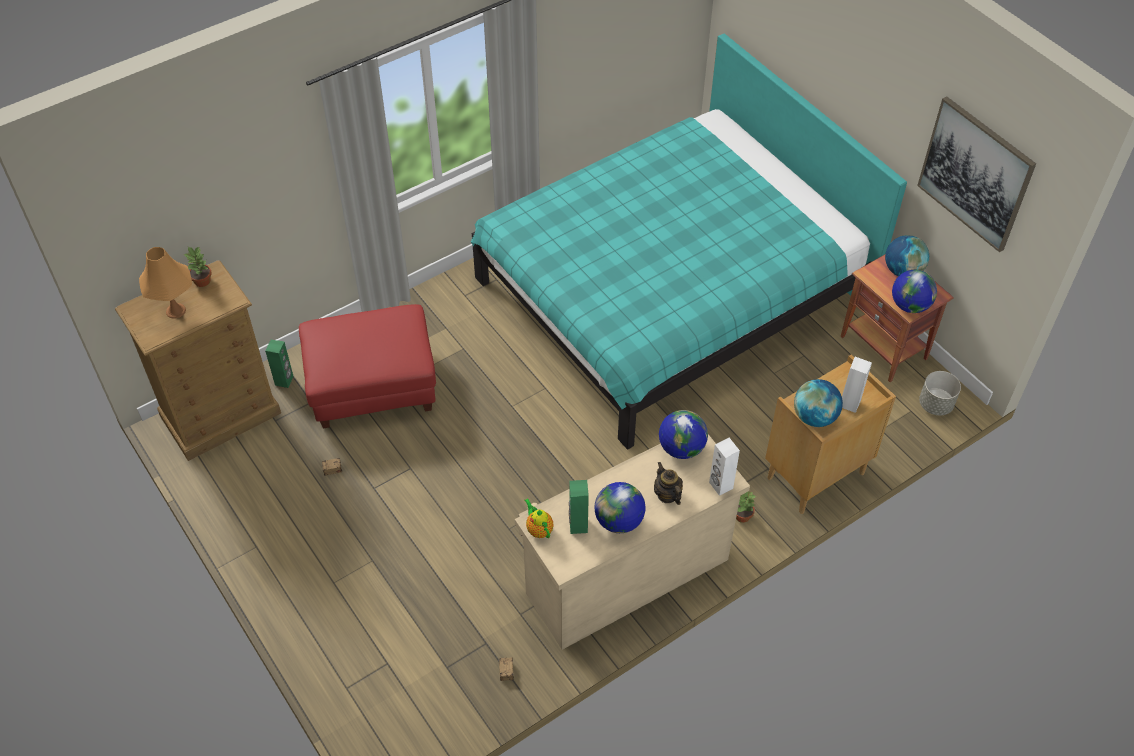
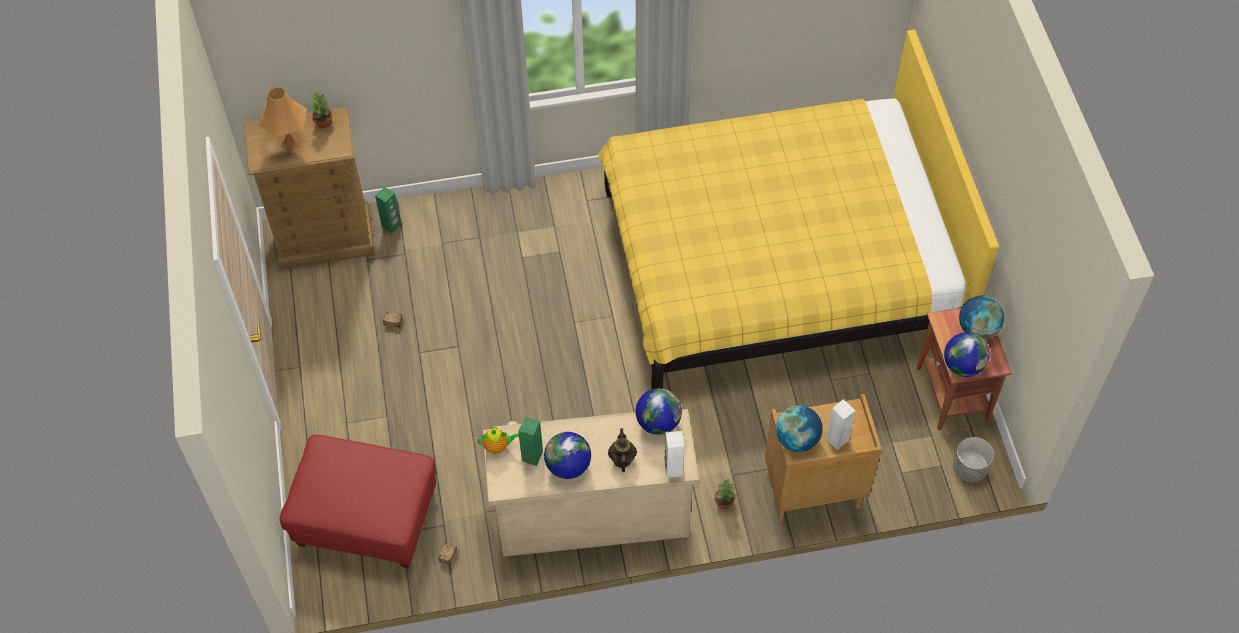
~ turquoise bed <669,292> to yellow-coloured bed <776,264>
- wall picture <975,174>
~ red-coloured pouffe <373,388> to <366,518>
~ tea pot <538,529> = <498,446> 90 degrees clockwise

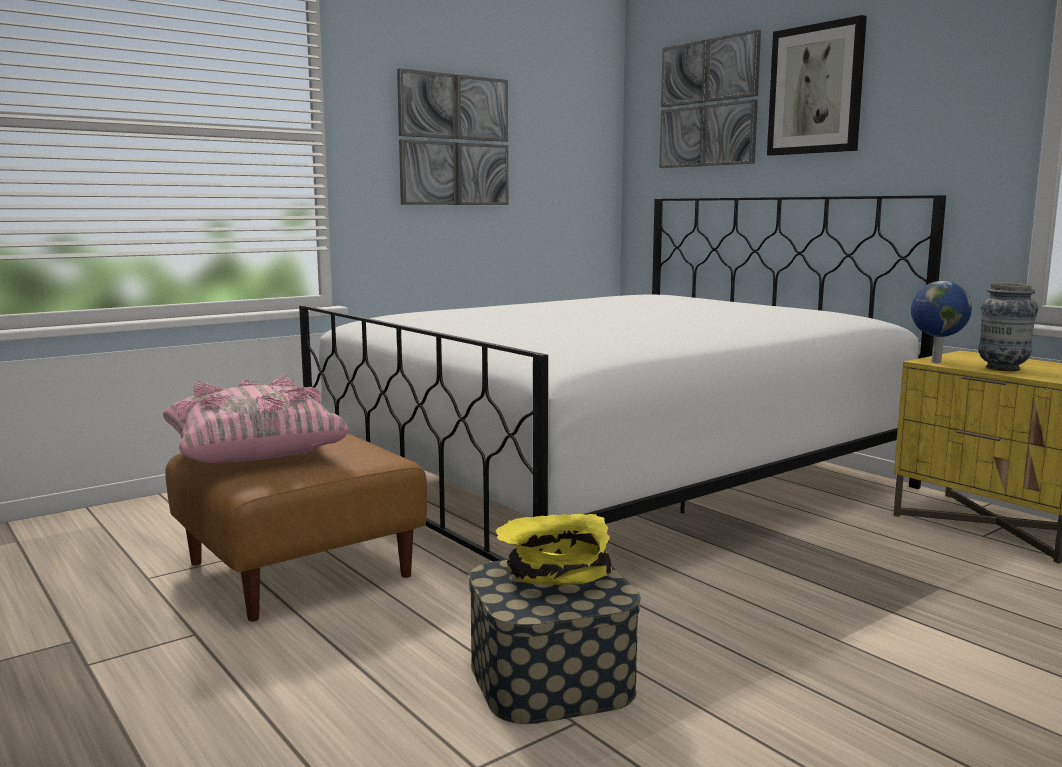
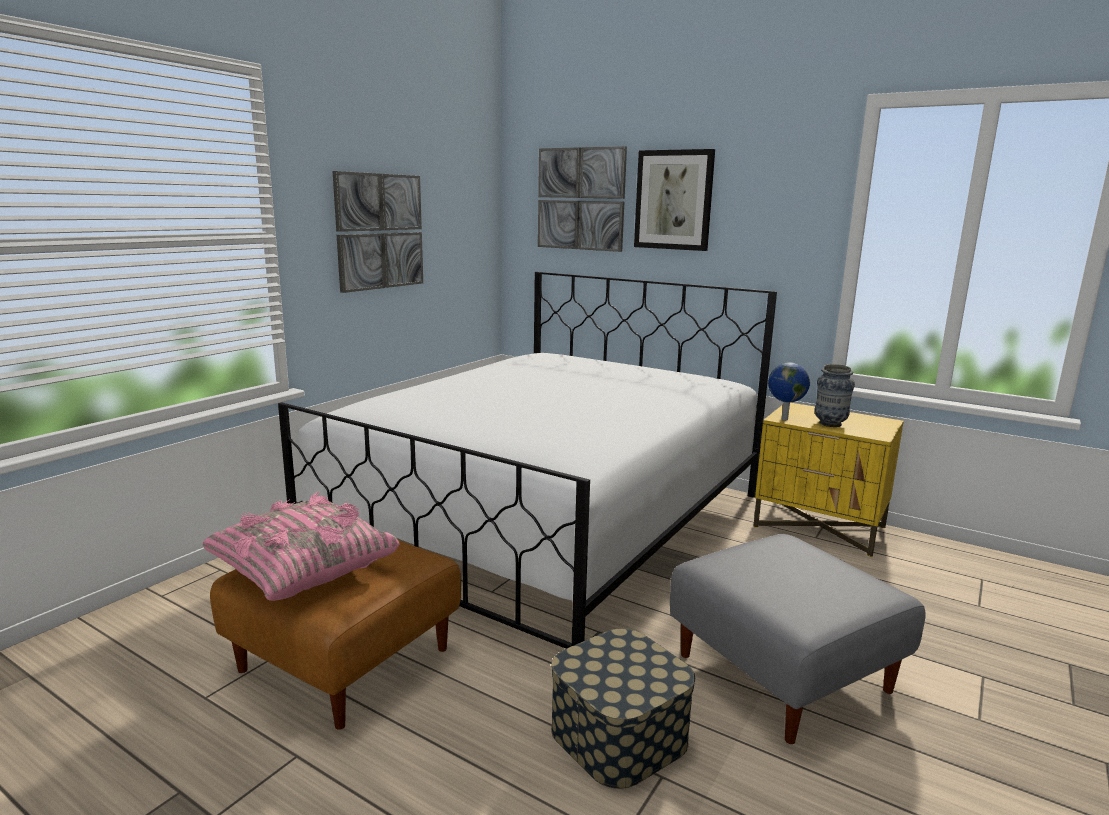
- yellow-coloured serving bowl <553,576>
+ grey pouffe <785,673>

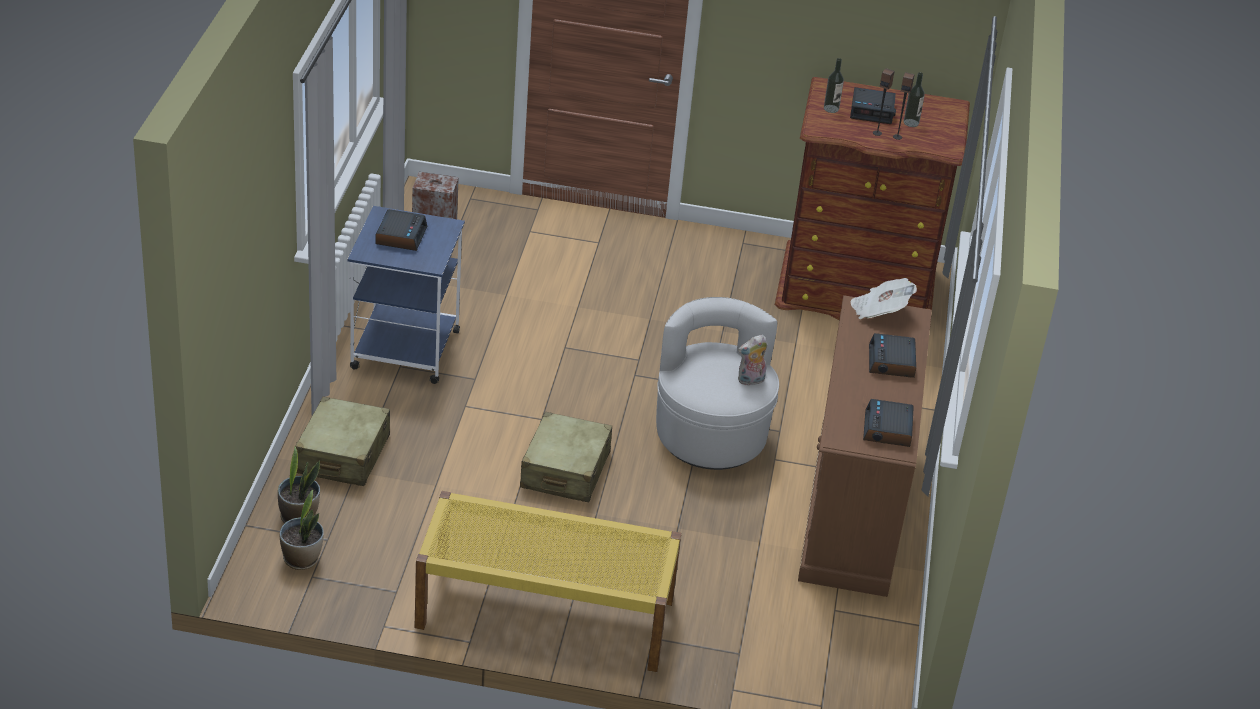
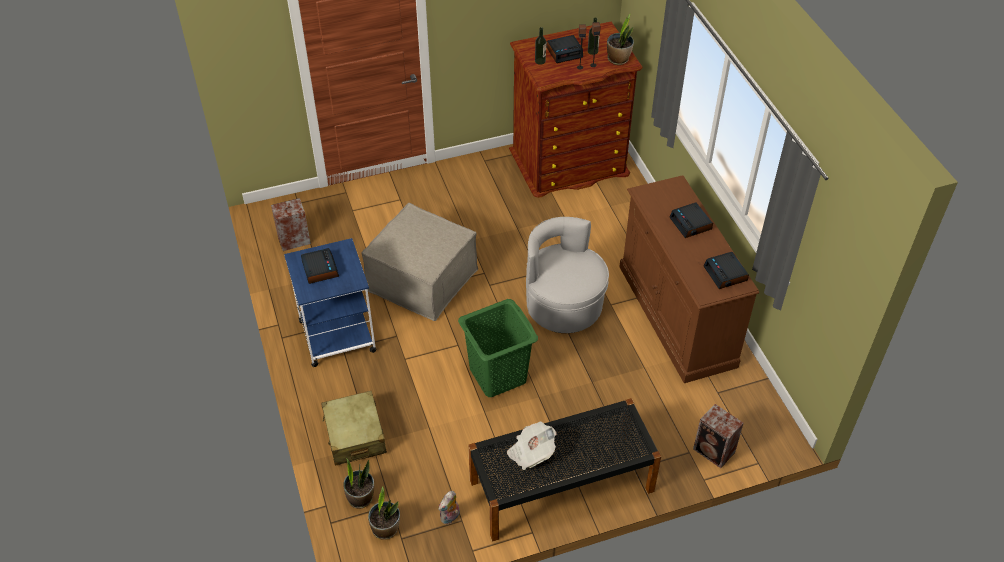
~ daily paper <879,311> to <531,452>
~ plush toy <750,381> to <450,517>
~ sand-coloured piece of luggage <565,470> to green-coloured washing basket <498,375>
~ yellow-coloured indoor bench <545,614> to black-coloured indoor bench <561,486>
+ potted plant <618,59>
+ sand-coloured pouffe <422,280>
+ audio speaker <714,451>

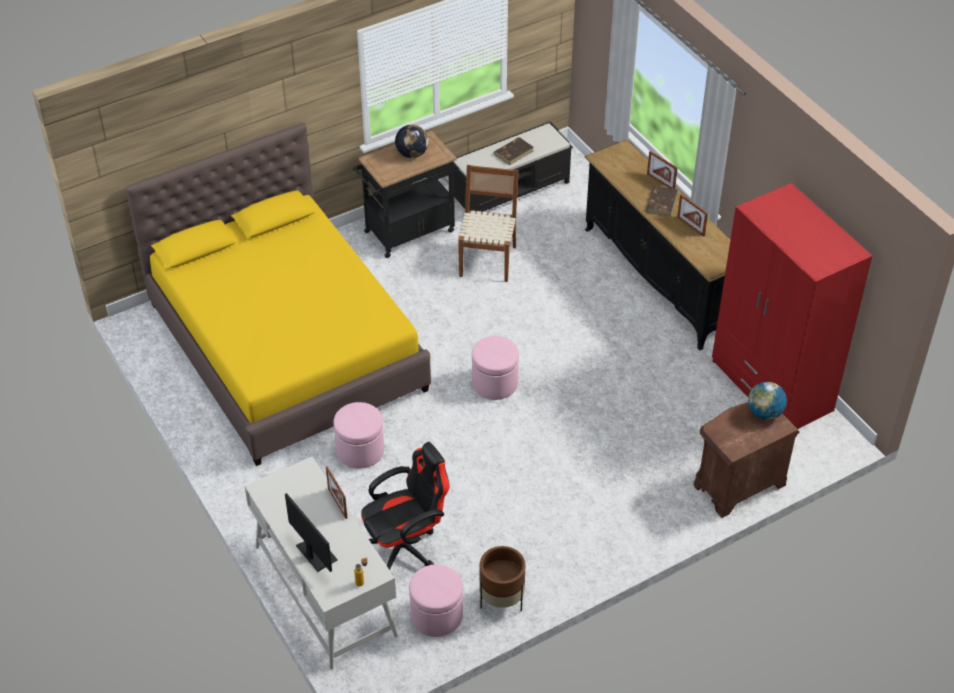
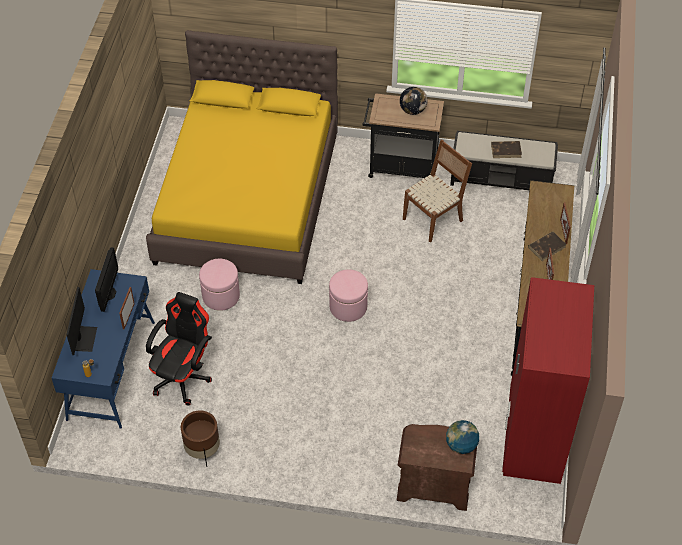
~ black-coloured office chair <407,547> = <184,377> 75 degrees counterclockwise
~ whitish desk unit <325,590> to bluish desk unit <111,369>
- pink pouffe <436,615>
+ computer screen <109,293>

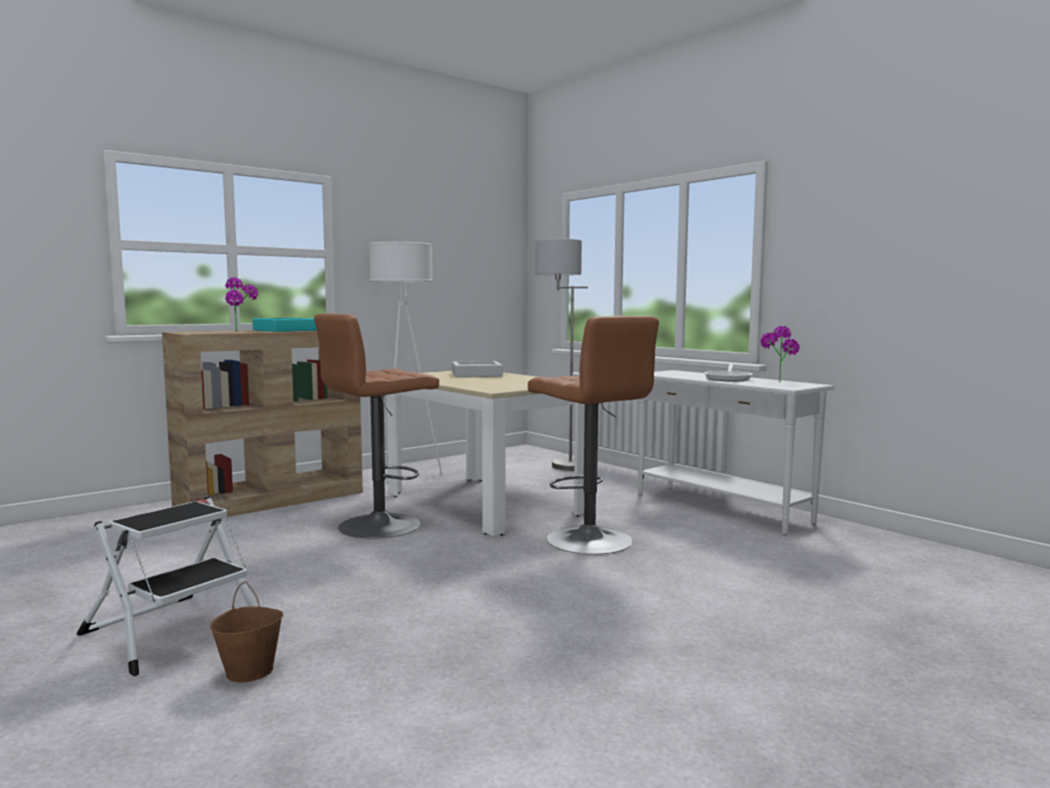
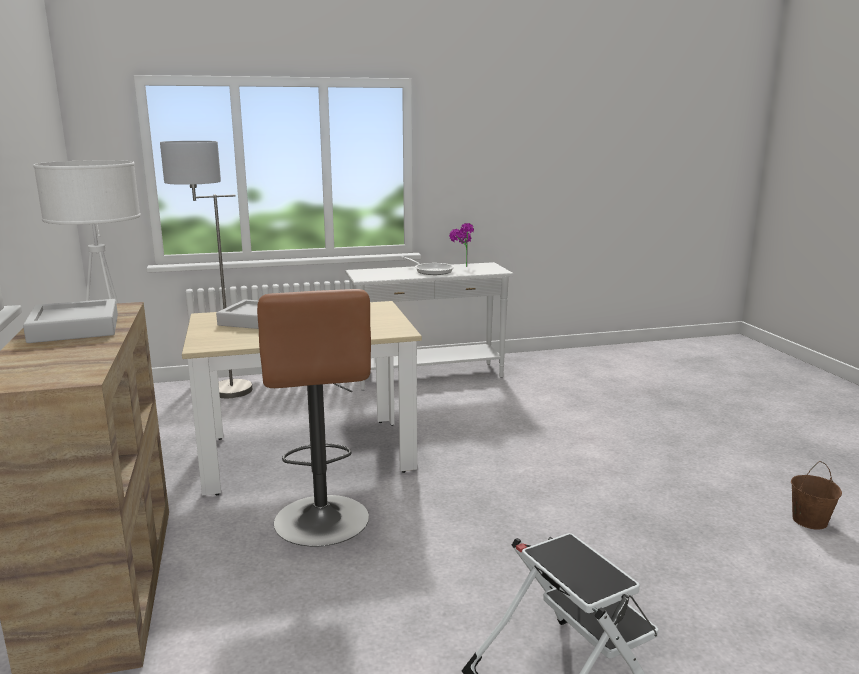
- potted plant <242,332>
- brown-coloured stool seat <589,541>
~ turquoise serving tray <286,330> to grey serving tray <75,329>
~ brown-coloured bucket <250,671> to <809,521>

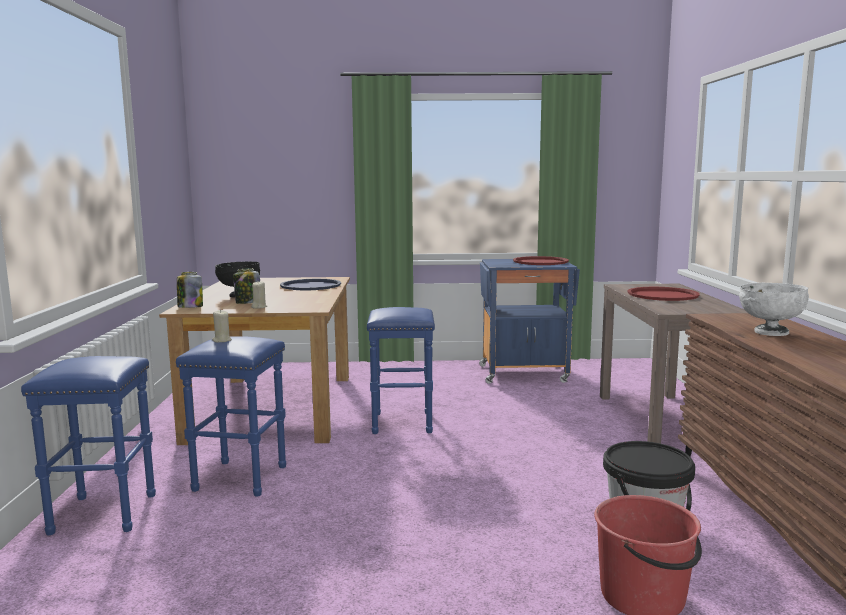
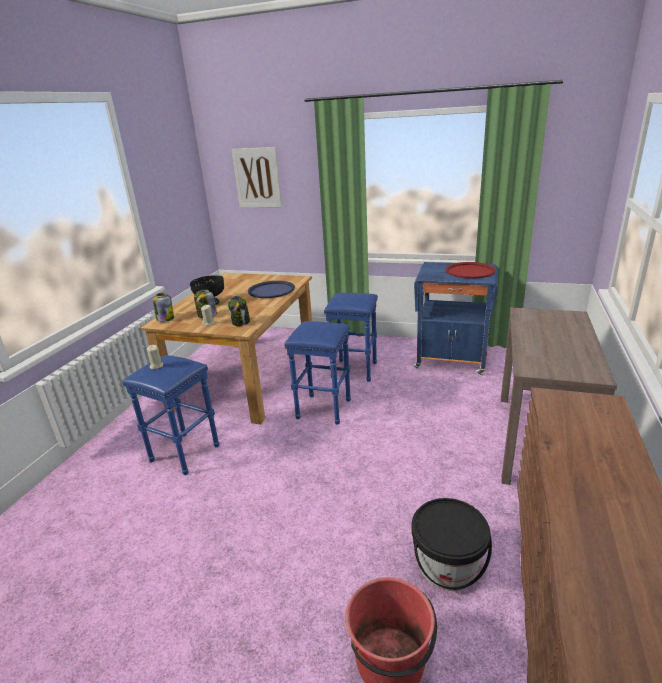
- whitish serving bowl <770,332>
- red-coloured serving tray <662,295>
~ bluish stool seat <105,514> to <355,370>
+ wall picture <257,178>
+ storage jar <241,322>

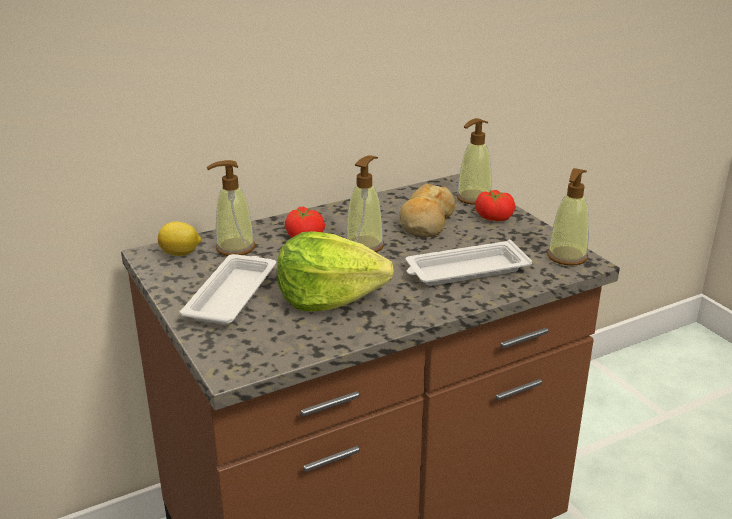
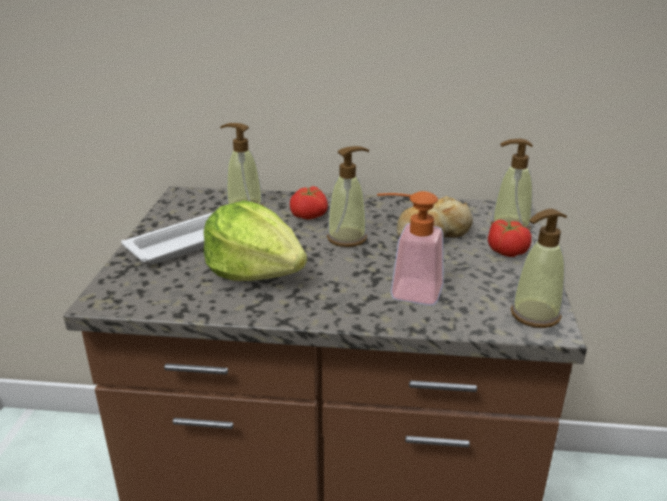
- lemon <181,253>
~ whitish serving tray <465,271> to soap bottle <406,291>

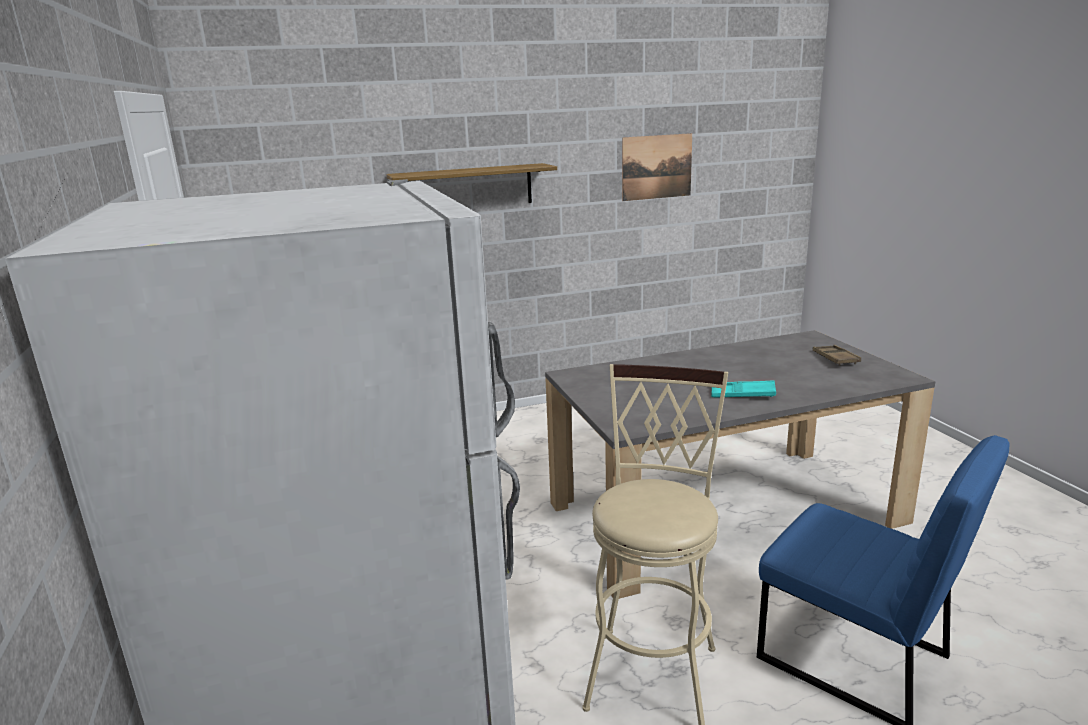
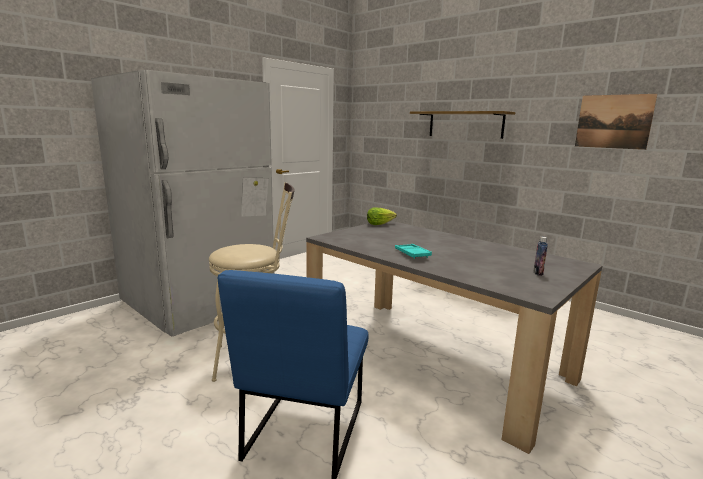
~ brown-coloured serving tray <835,358> to bottle <538,273>
+ lettuce <379,224>

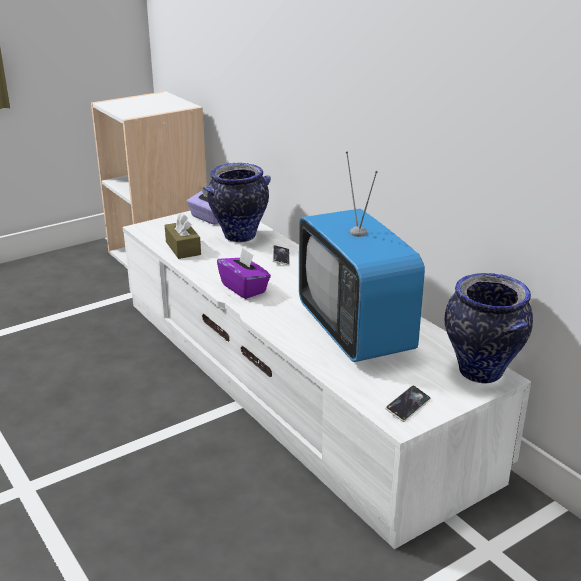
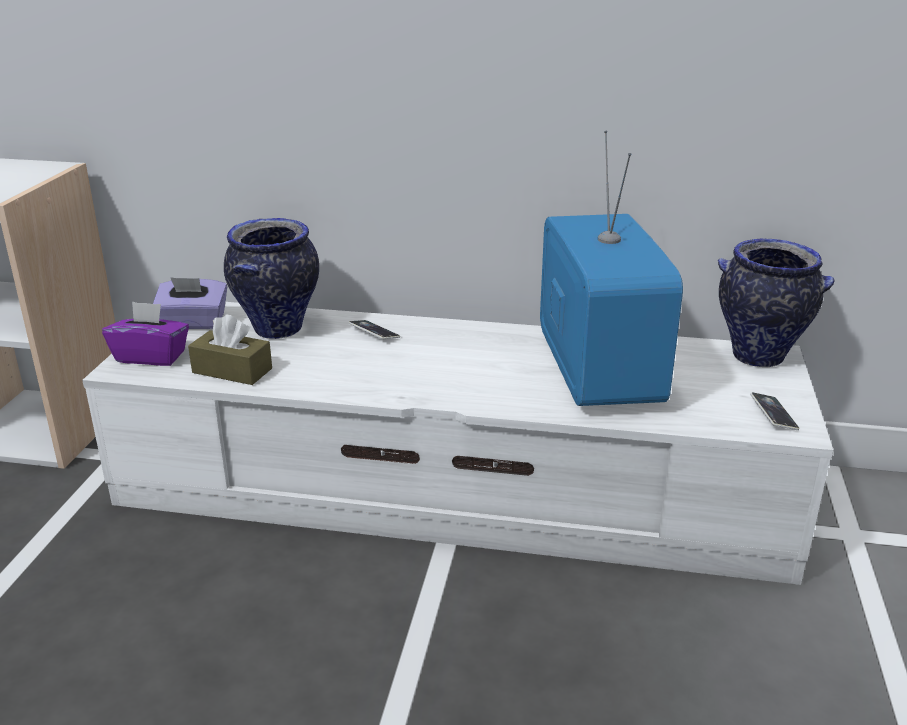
~ TV <355,330> = <596,371> 120 degrees counterclockwise
~ purple-coloured tissue holder <244,288> to <151,356>

